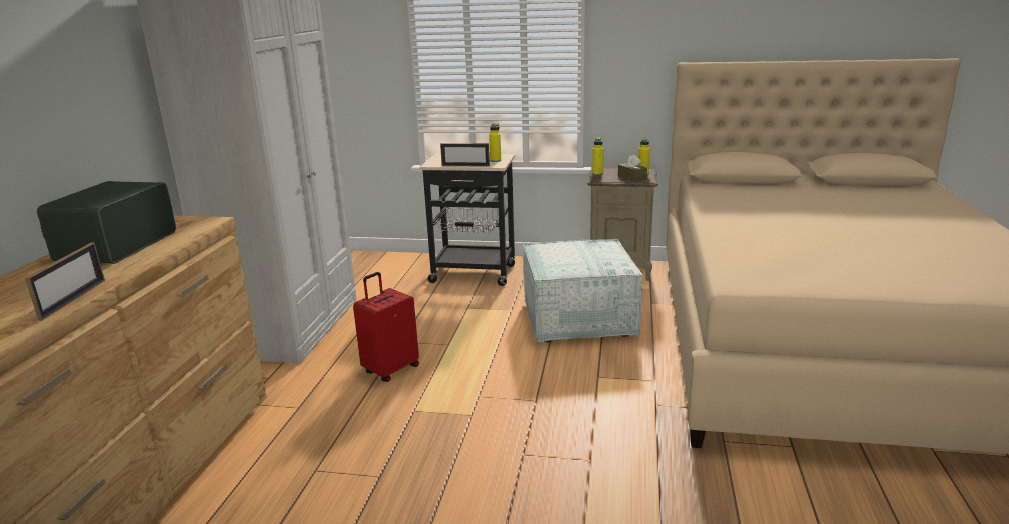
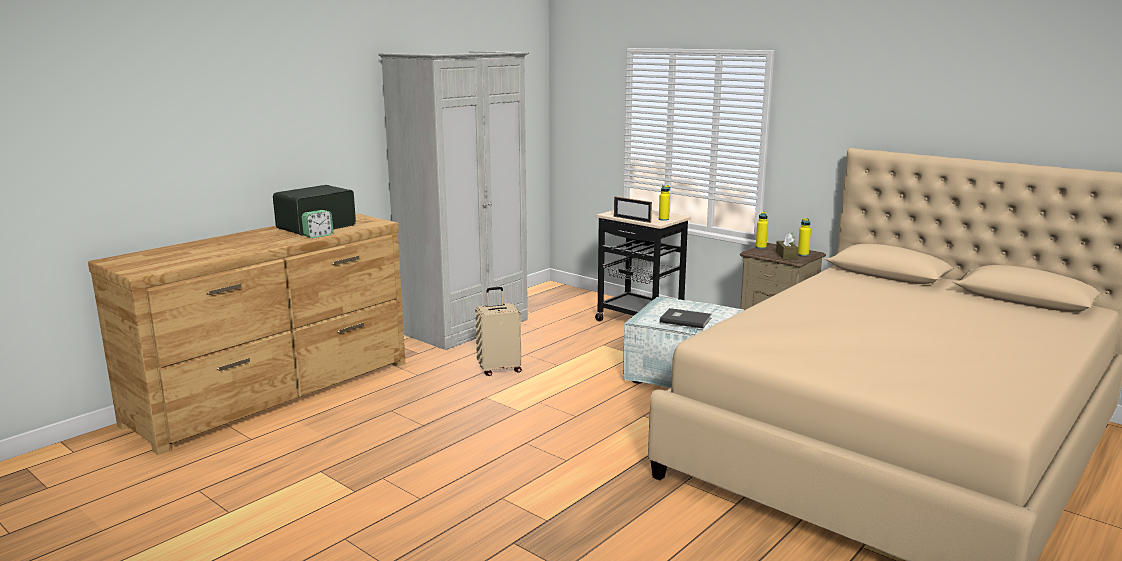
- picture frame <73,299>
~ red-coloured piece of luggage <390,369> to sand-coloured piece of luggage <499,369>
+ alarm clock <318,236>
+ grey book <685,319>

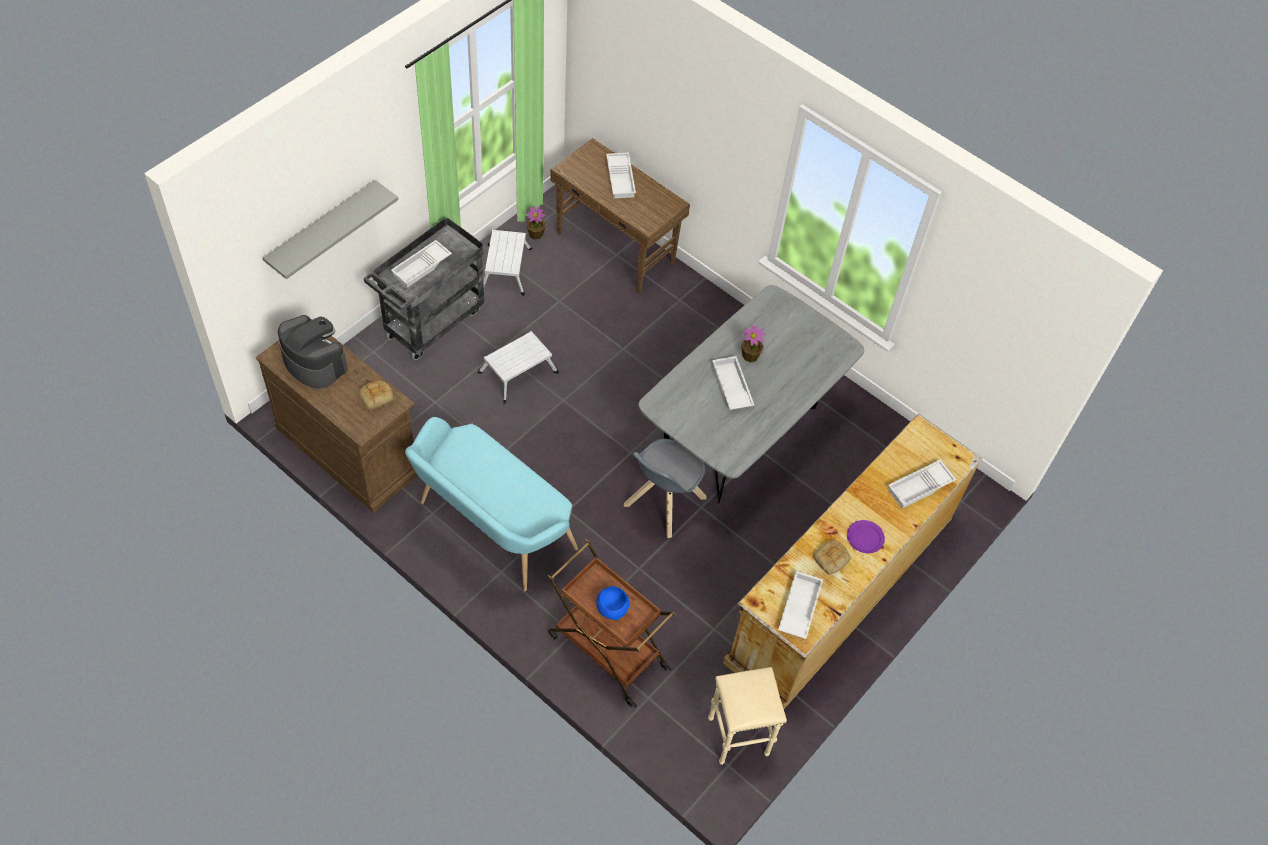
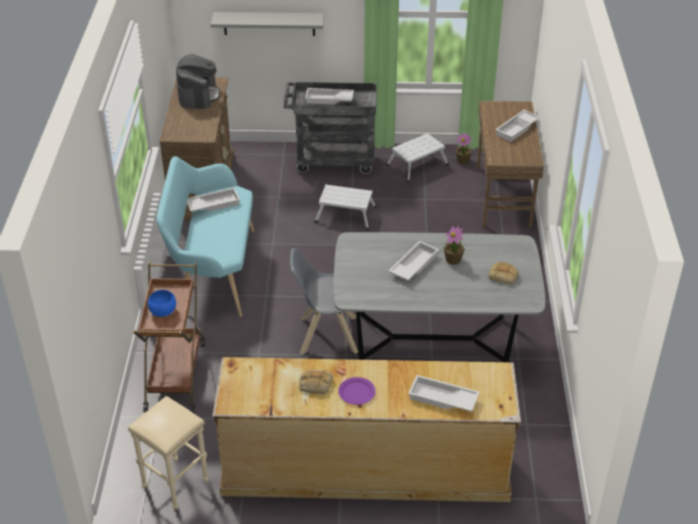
~ bread <376,396> to <503,275>
~ whitish serving tray <798,607> to <213,204>

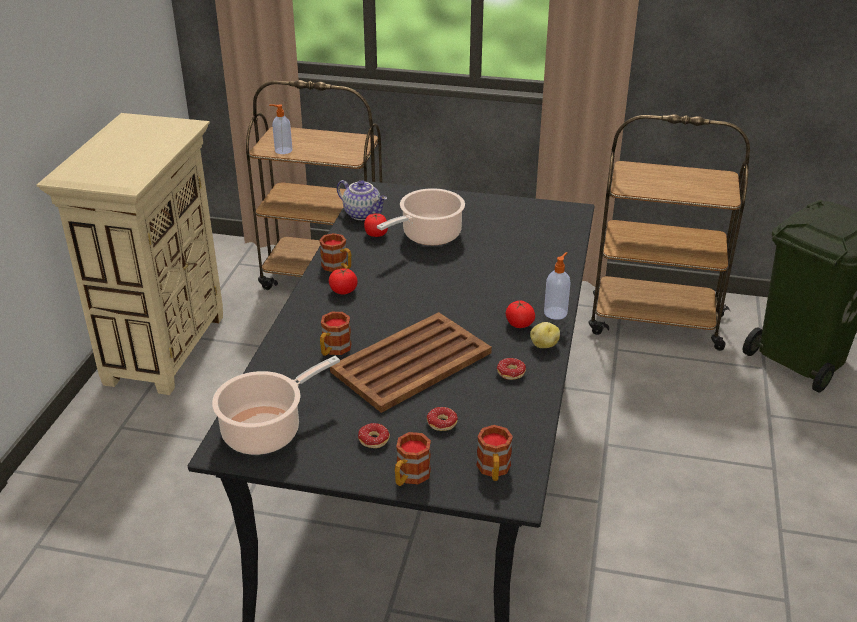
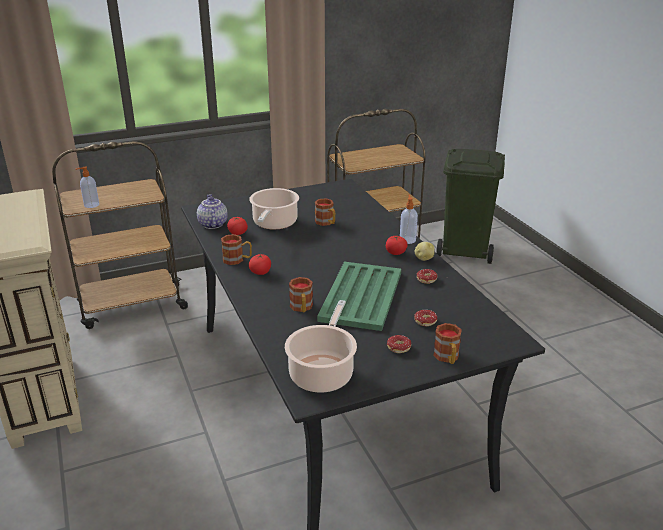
~ tea pot <363,214> = <212,224> 105 degrees counterclockwise
~ brown-coloured serving tray <413,362> to green-coloured serving tray <362,295>
~ coffee mug <494,470> to <326,223>

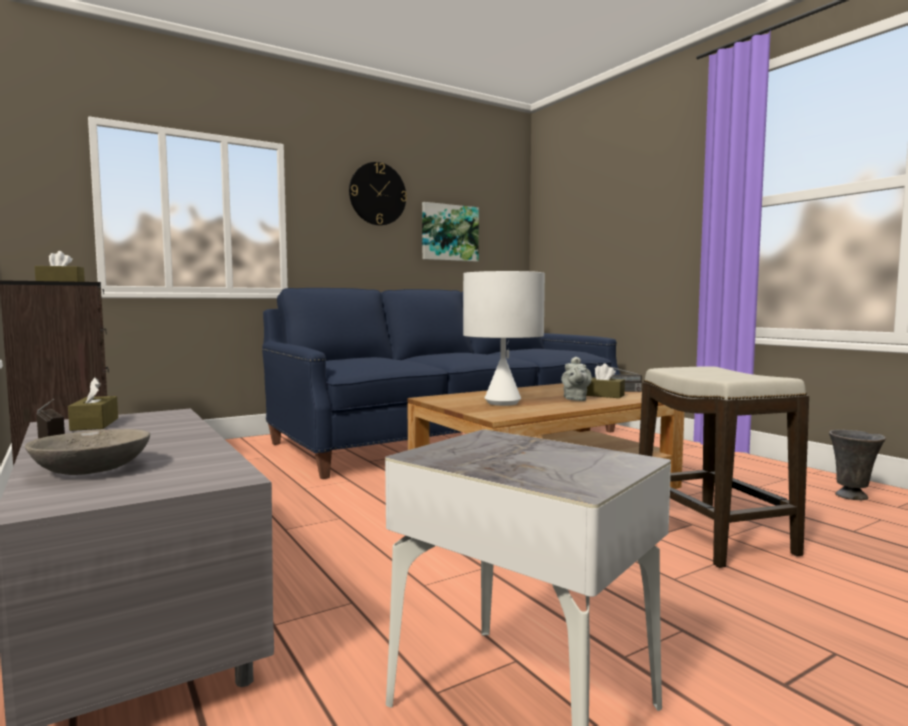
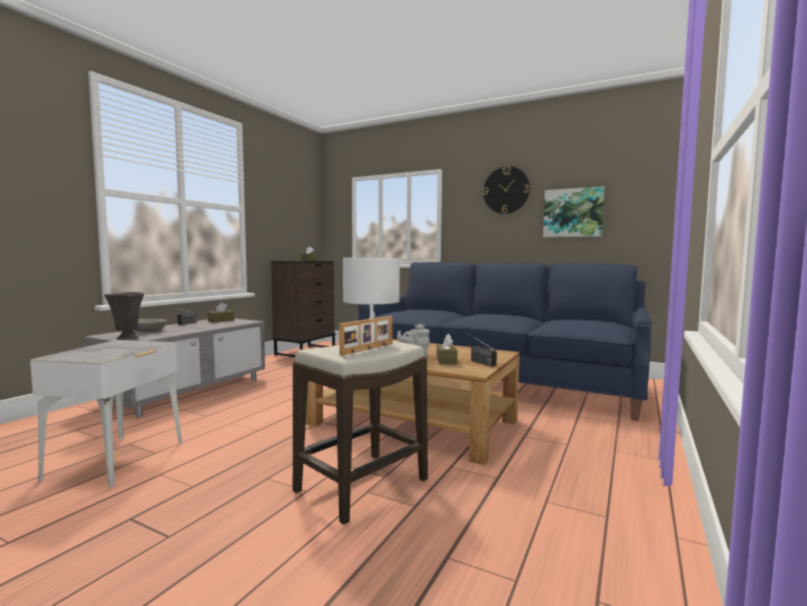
~ grey decorative vase <852,497> to <127,339>
+ picture frame <368,349>

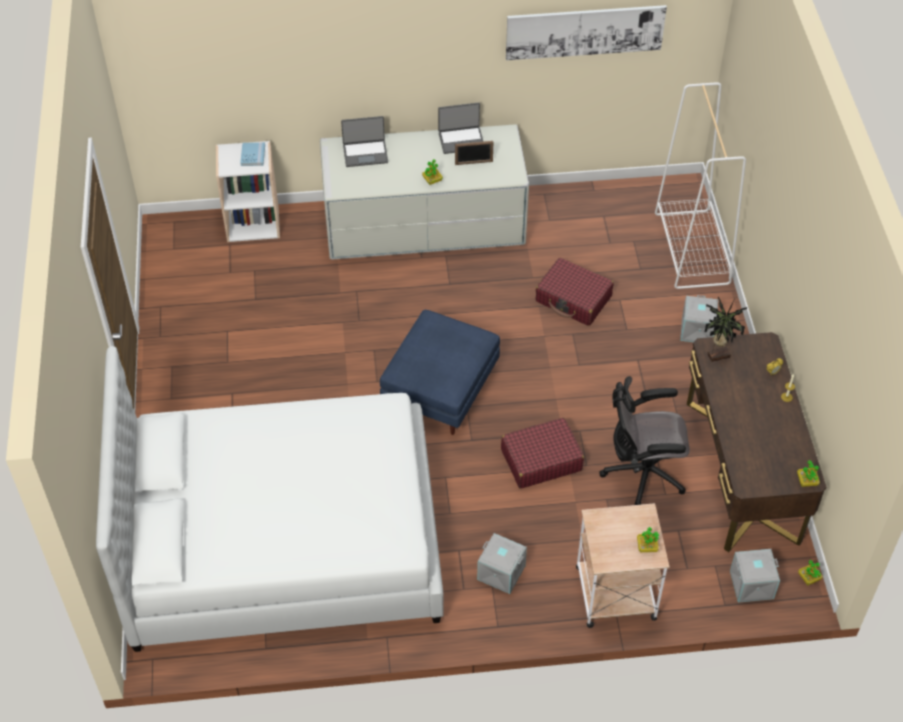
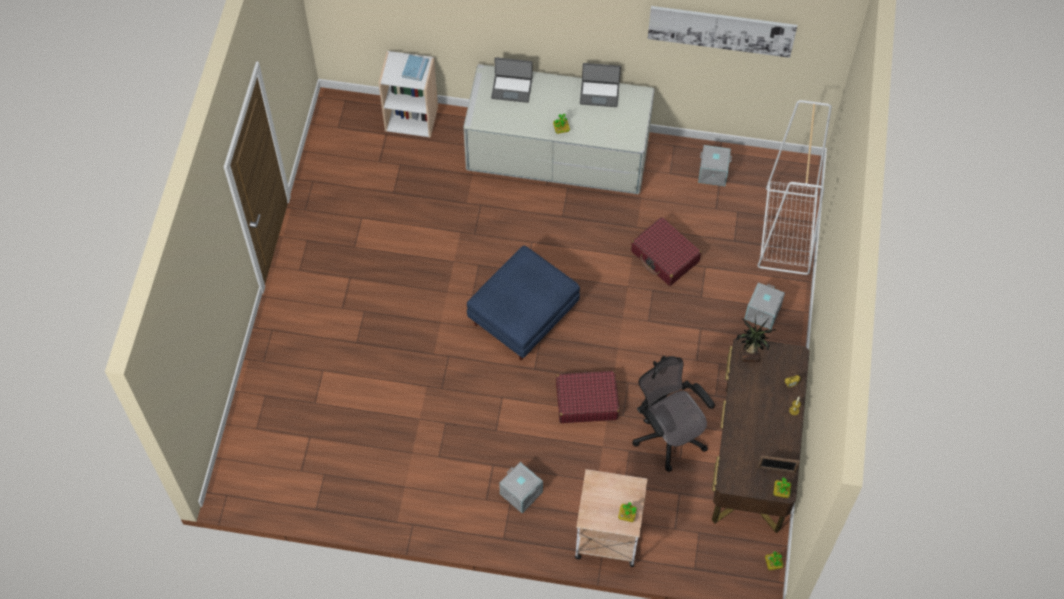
~ picture frame <474,163> to <776,469>
- whitish bed <283,540>
~ office chair <643,474> = <668,435> 45 degrees clockwise
~ grey storage box <751,585> to <712,173>

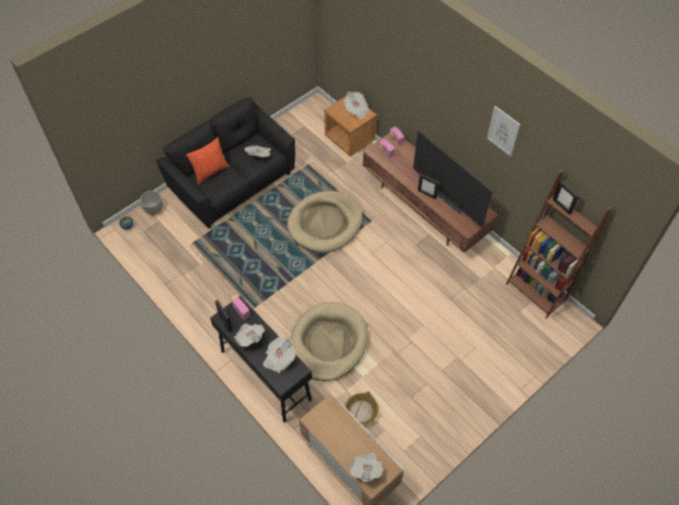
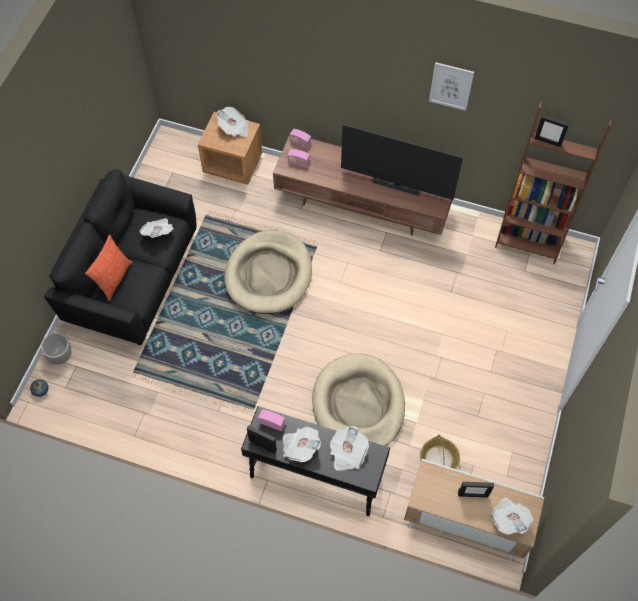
~ picture frame <427,193> to <473,494>

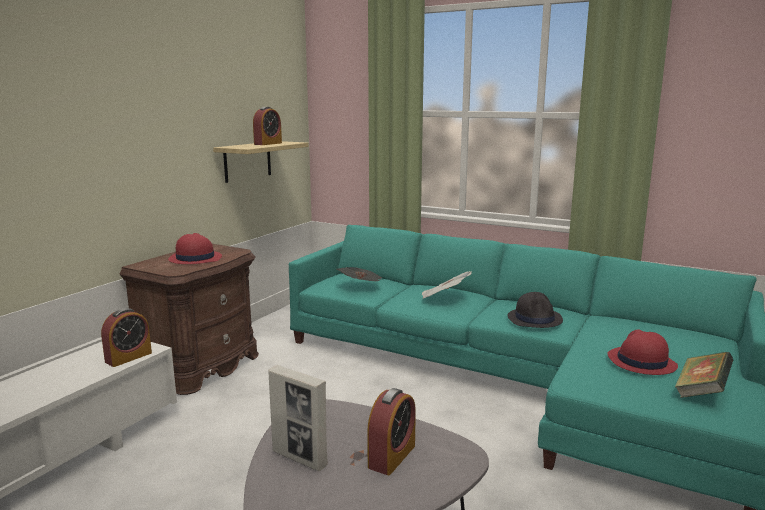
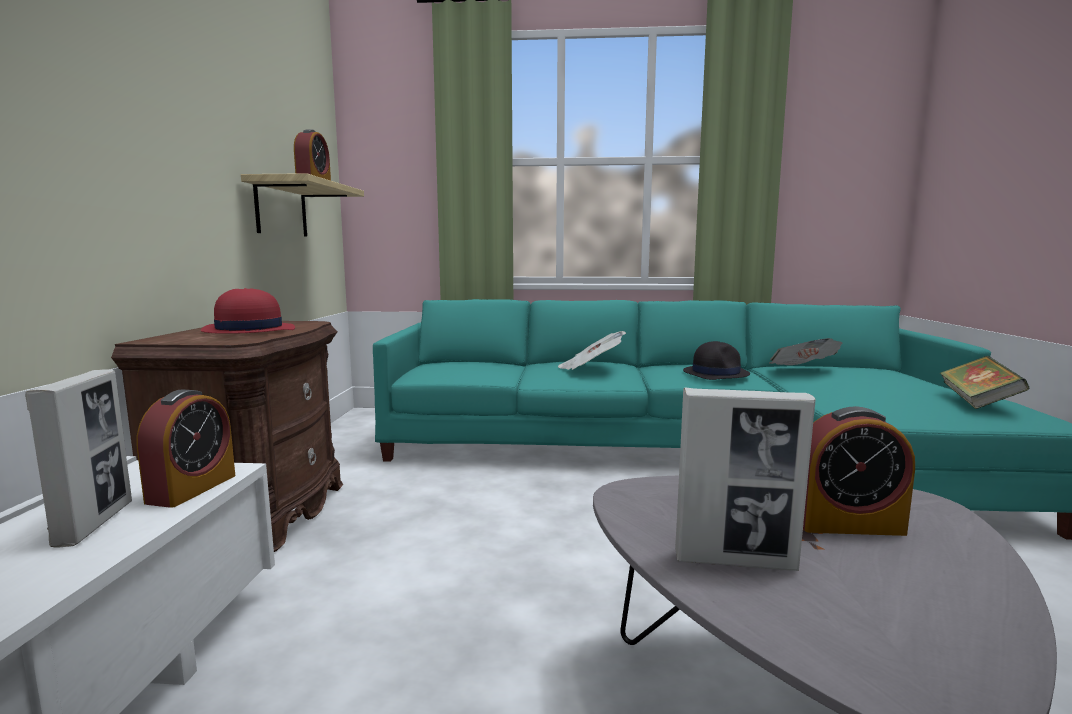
~ daily paper <361,287> to <802,371>
- red-coloured wearable hat <641,362>
~ alarm clock <392,456> = <847,524> 90 degrees clockwise
+ picture frame <95,523>

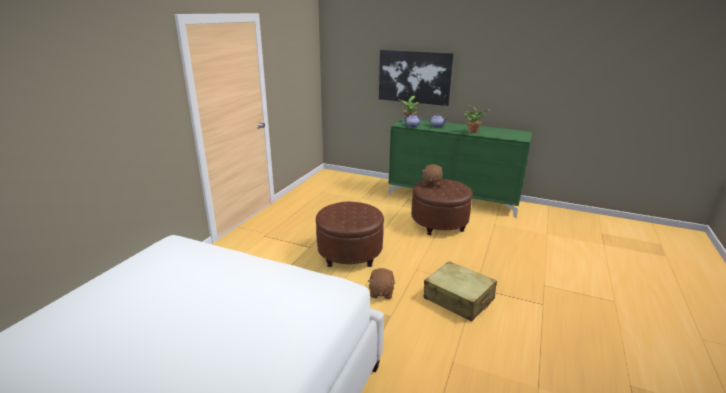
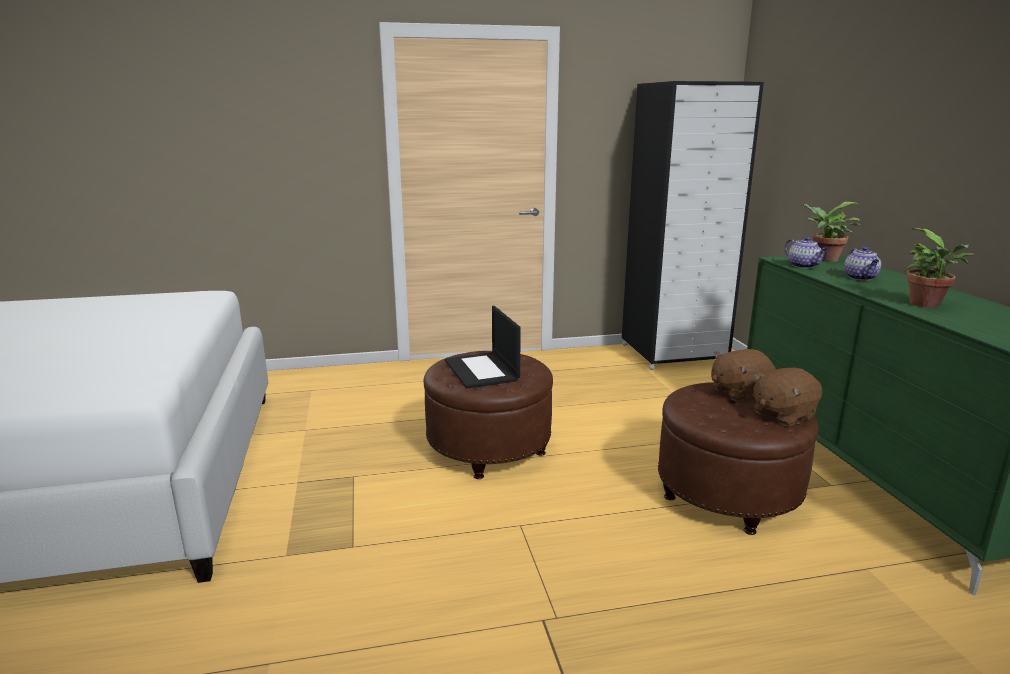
- wall picture <414,77>
- sand-coloured piece of luggage <458,299>
~ brown-coloured plush toy <381,292> to <782,414>
+ clothes cupboard <673,354>
+ notebook computer <482,370>

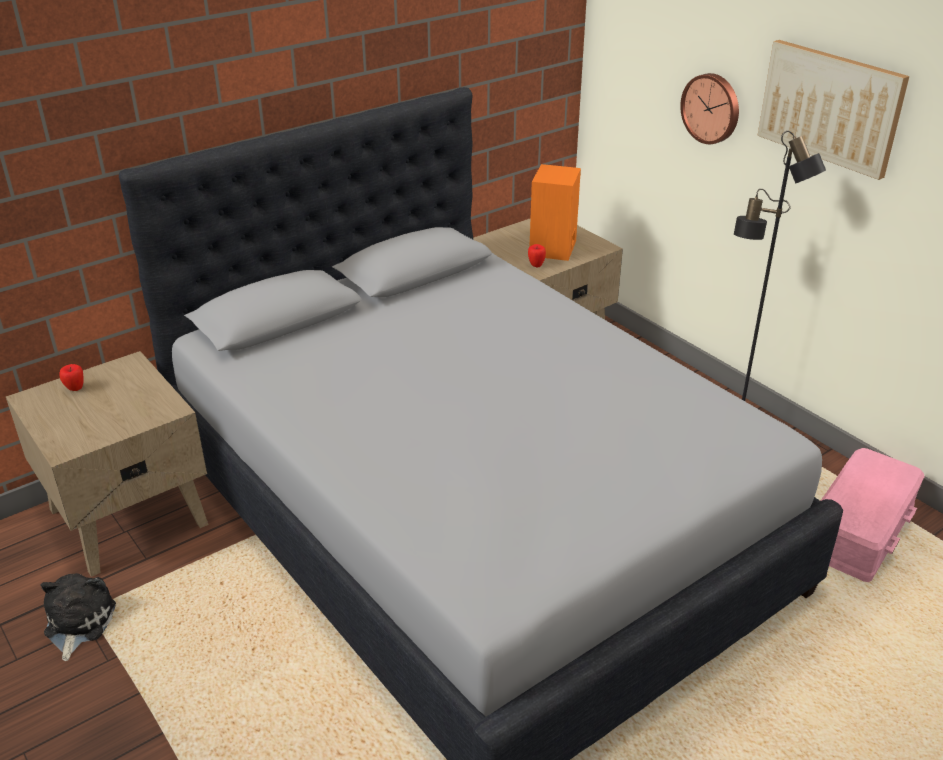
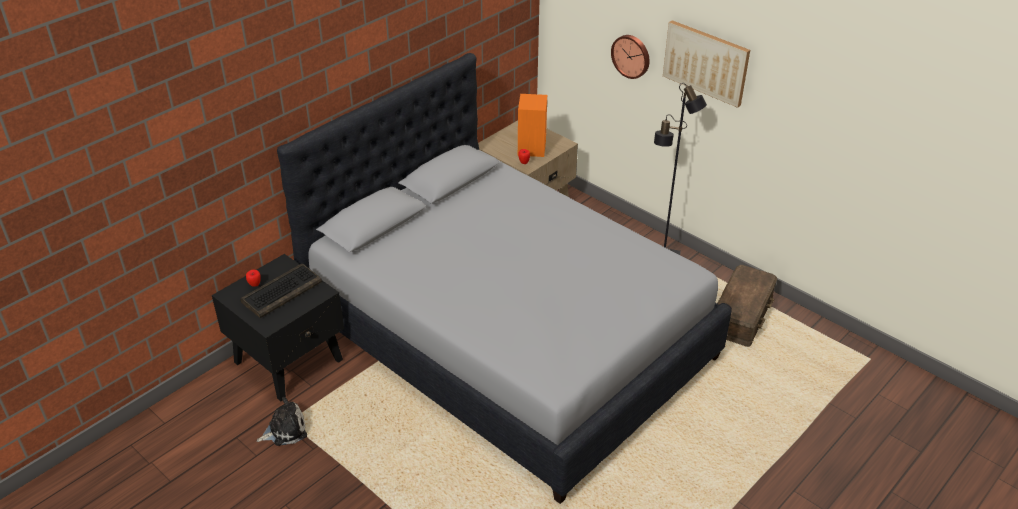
~ sand-coloured bedside table <130,516> to black-coloured bedside table <289,360>
~ pink storage box <860,530> to brown-coloured storage box <742,315>
~ plush toy <78,623> = <285,430> 75 degrees clockwise
+ computer keyboard <282,291>

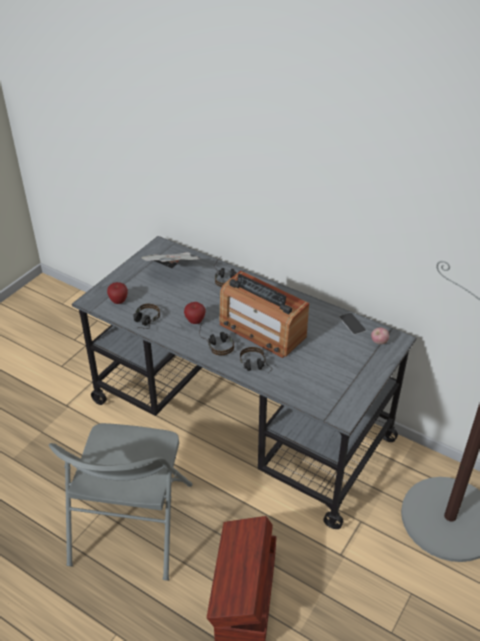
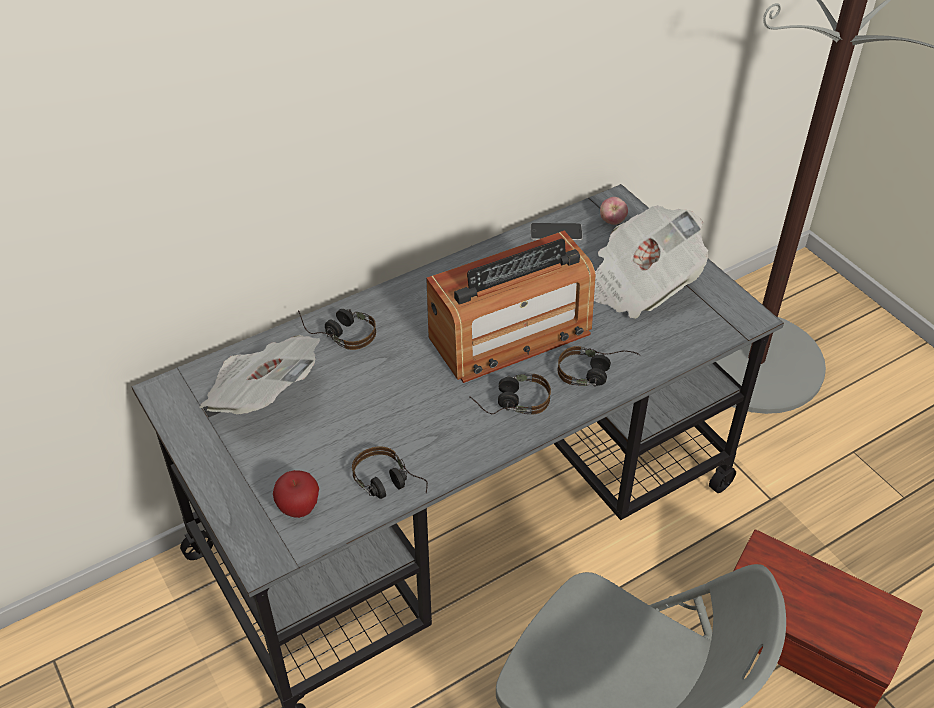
- apple fruit <195,321>
+ daily paper <639,284>

